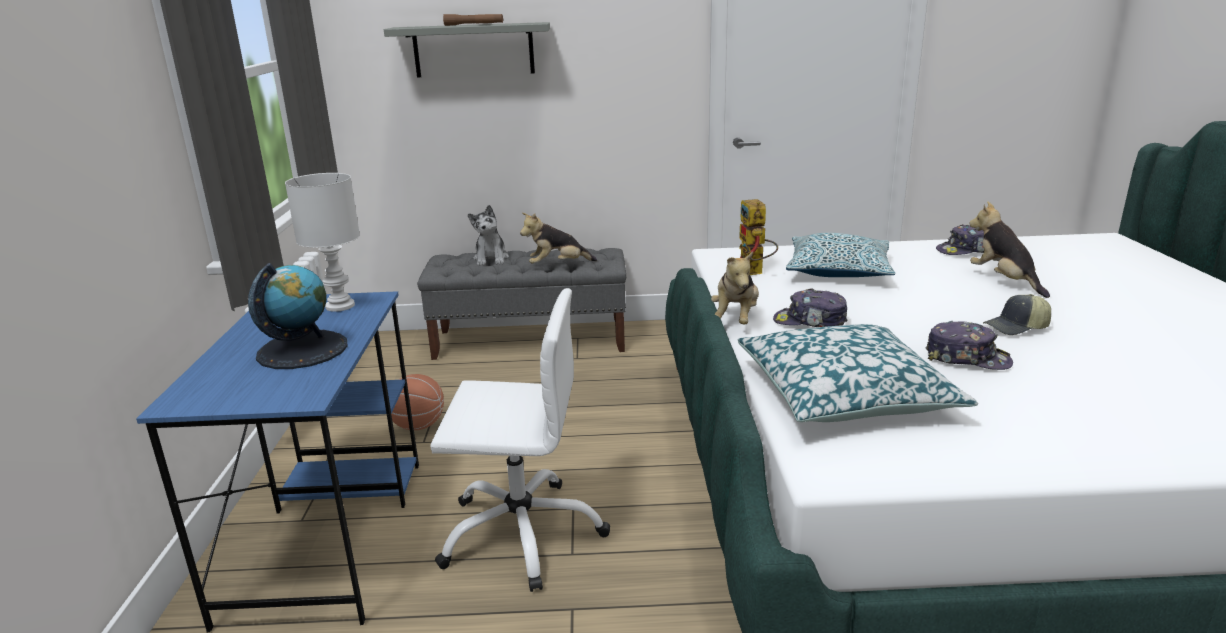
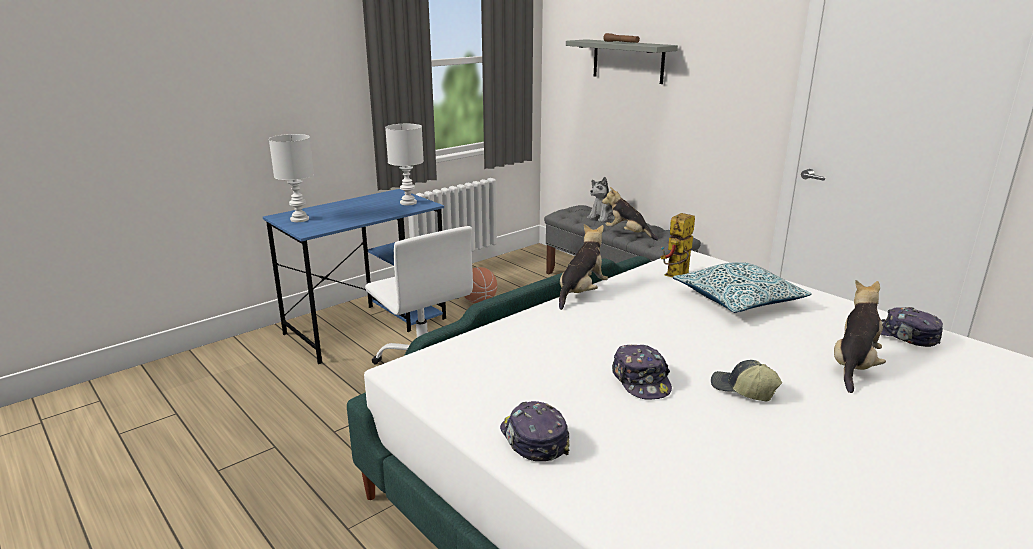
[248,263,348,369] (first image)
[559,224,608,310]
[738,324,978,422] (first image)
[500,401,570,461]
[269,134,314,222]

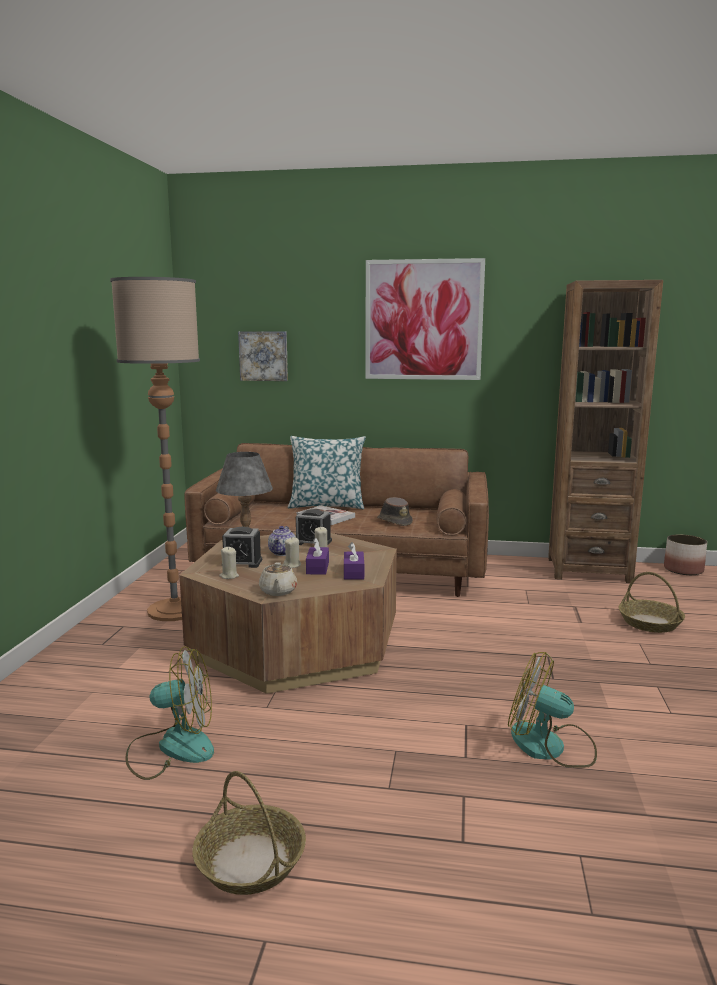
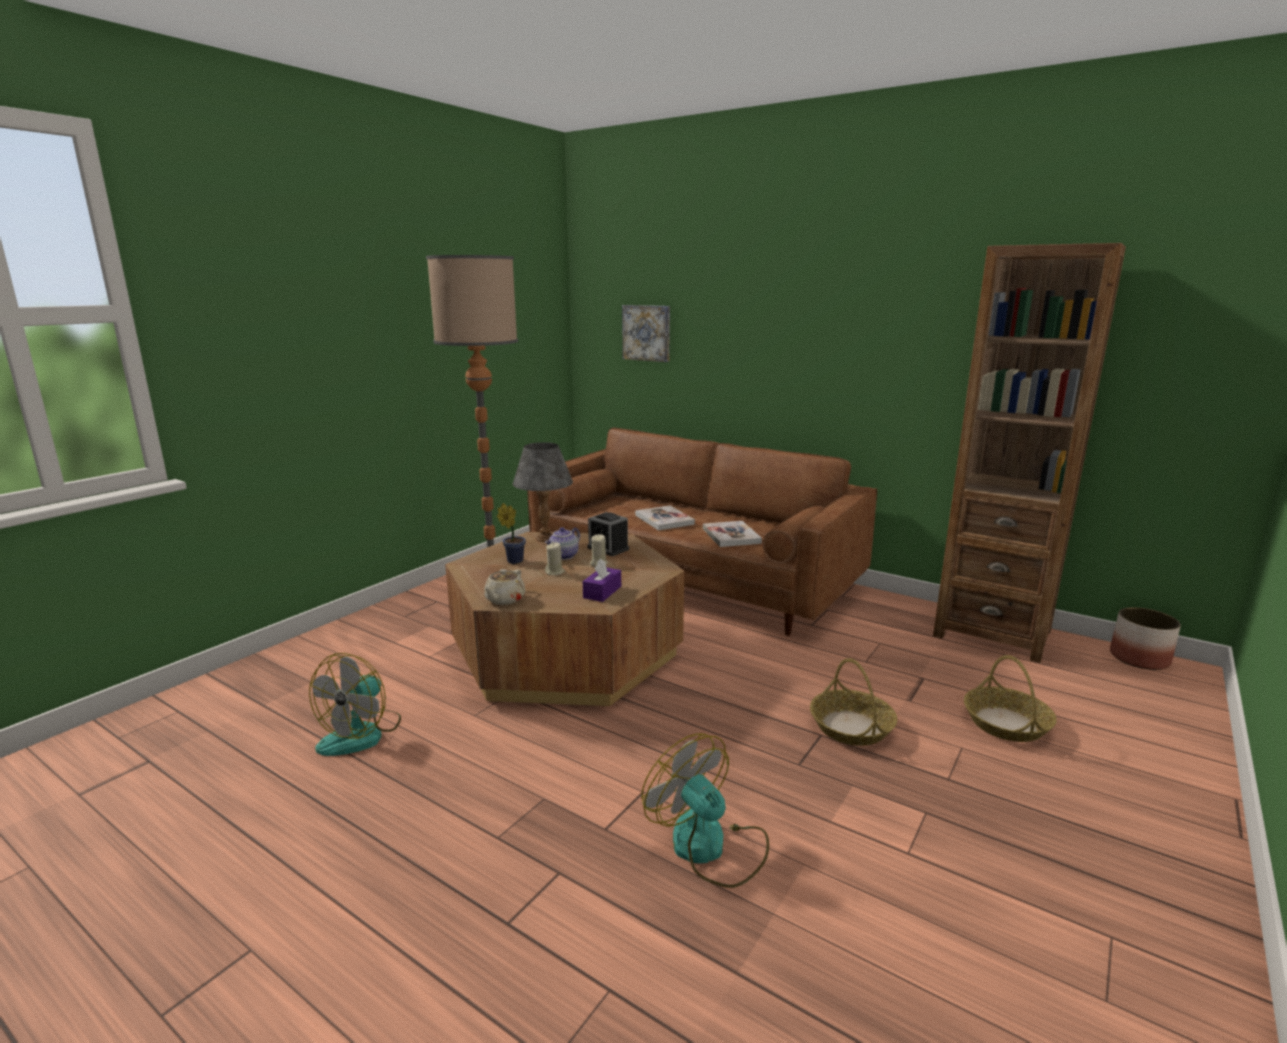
[309,653,401,756]
[810,658,897,746]
[219,547,239,579] (first image)
[497,503,526,564]
[288,436,366,509] (first image)
[306,538,329,575] (first image)
[365,258,485,380] (first image)
[703,521,762,547]

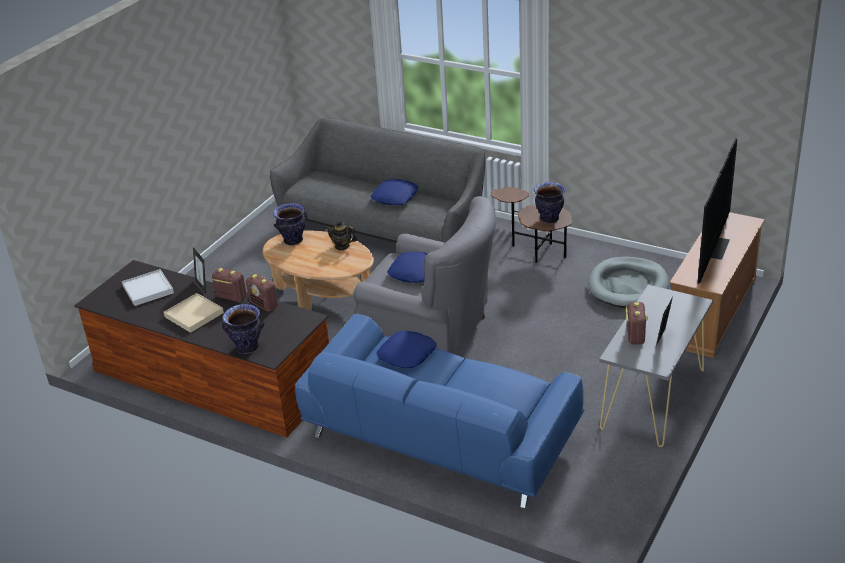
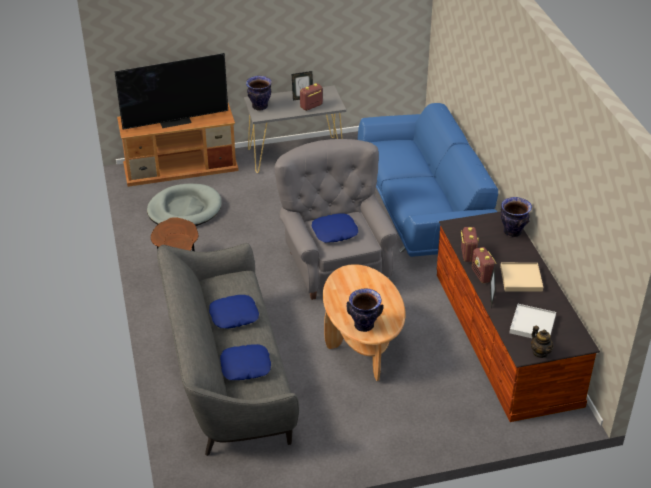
[531,326,554,358]
[220,344,271,380]
[246,76,272,111]

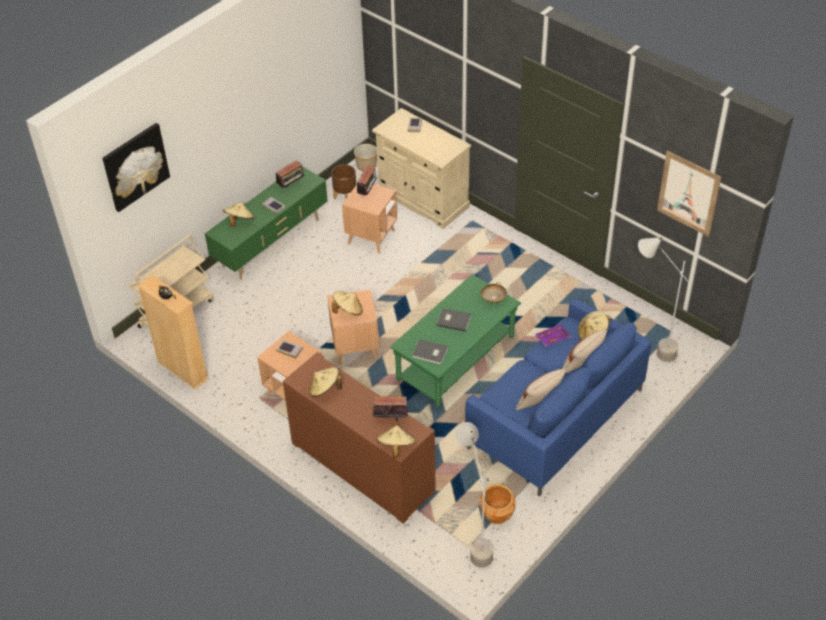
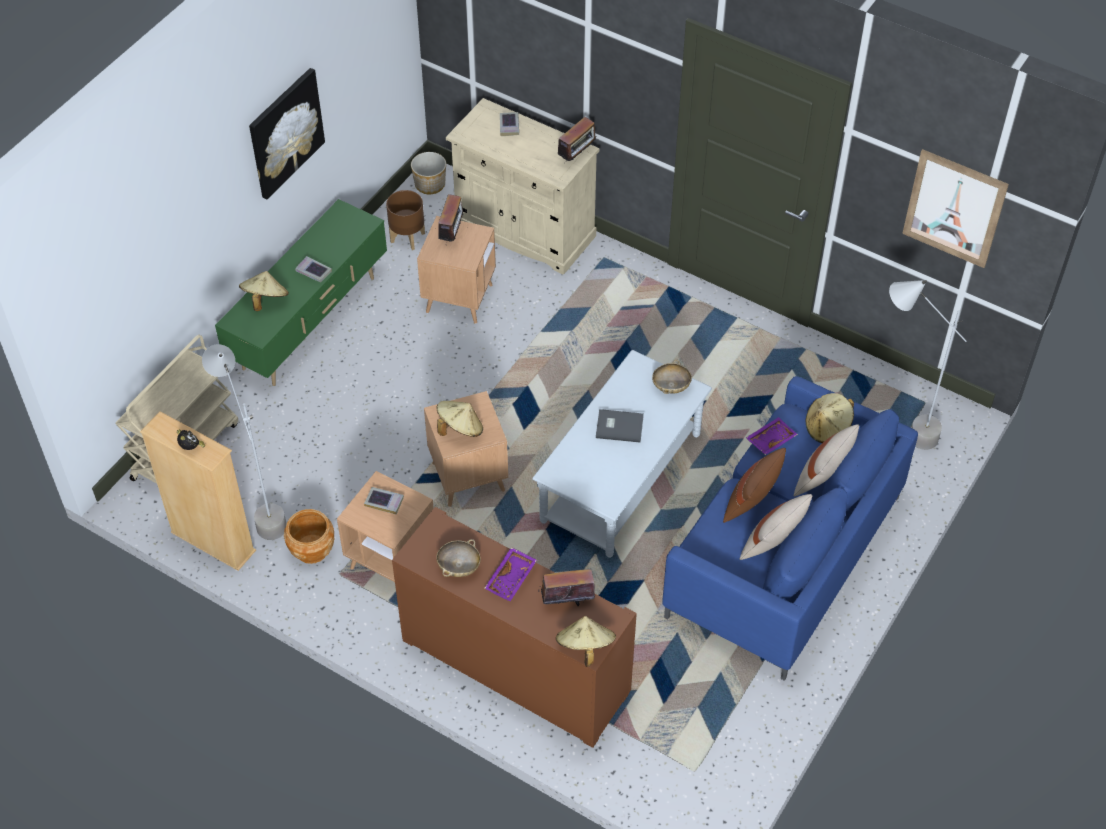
[249,68,325,199]
[558,117,596,163]
[436,539,481,577]
[532,350,712,558]
[412,339,448,365] (first image)
[202,344,287,540]
[284,509,334,564]
[484,547,537,601]
[723,448,786,523]

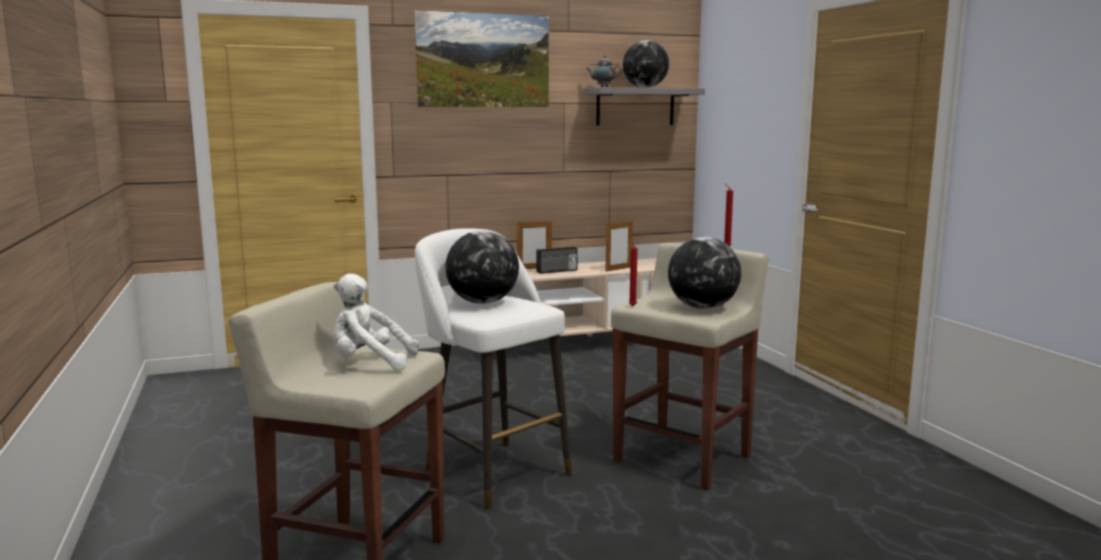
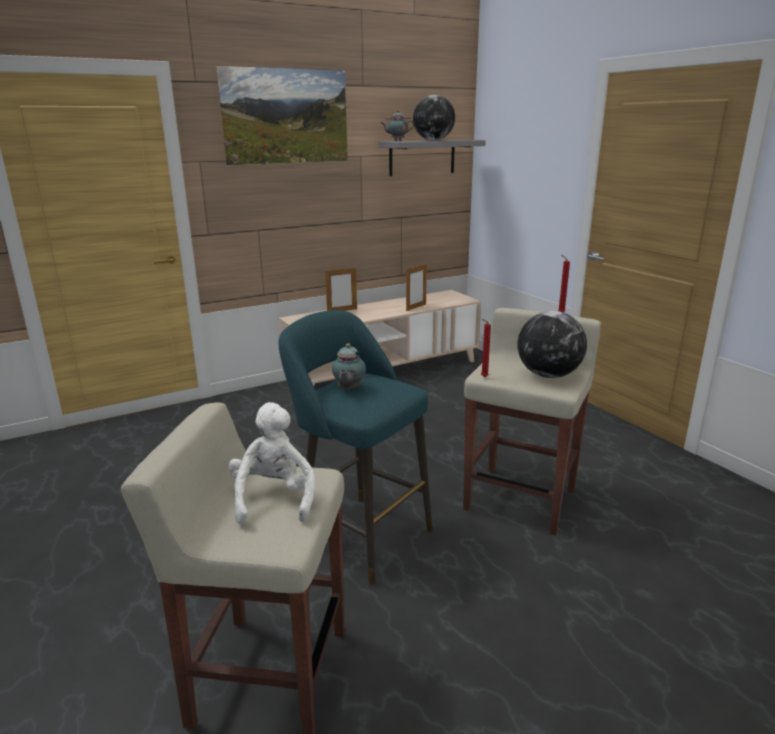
[228,402,315,524]
[278,310,433,585]
[332,343,366,390]
[536,247,578,274] (first image)

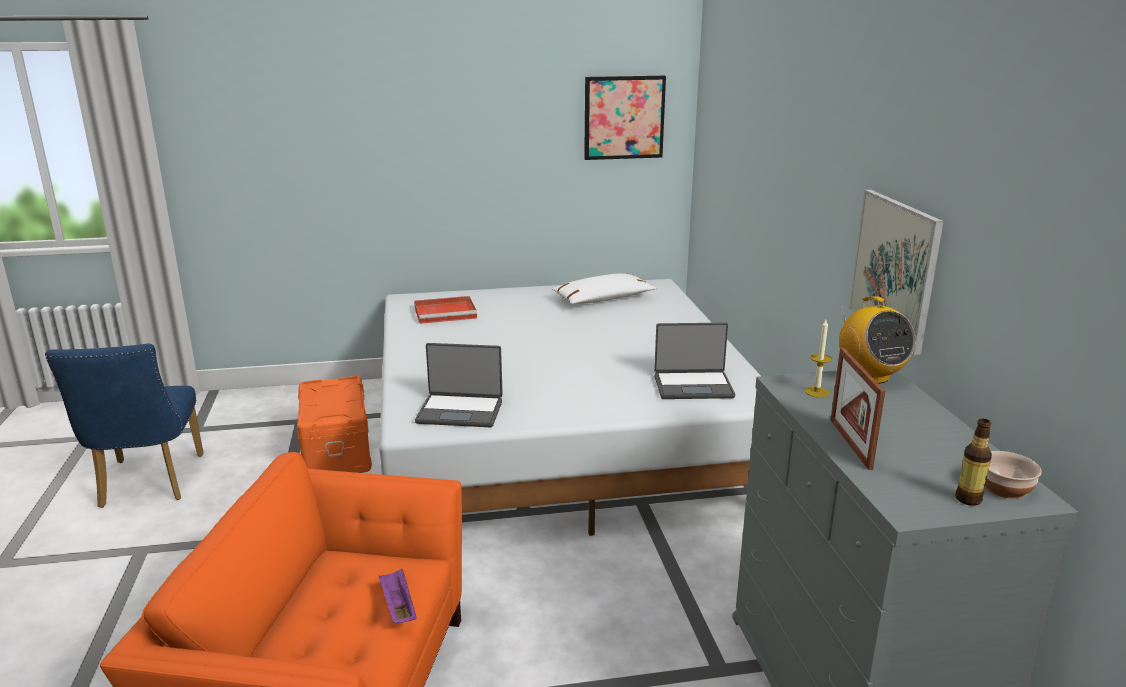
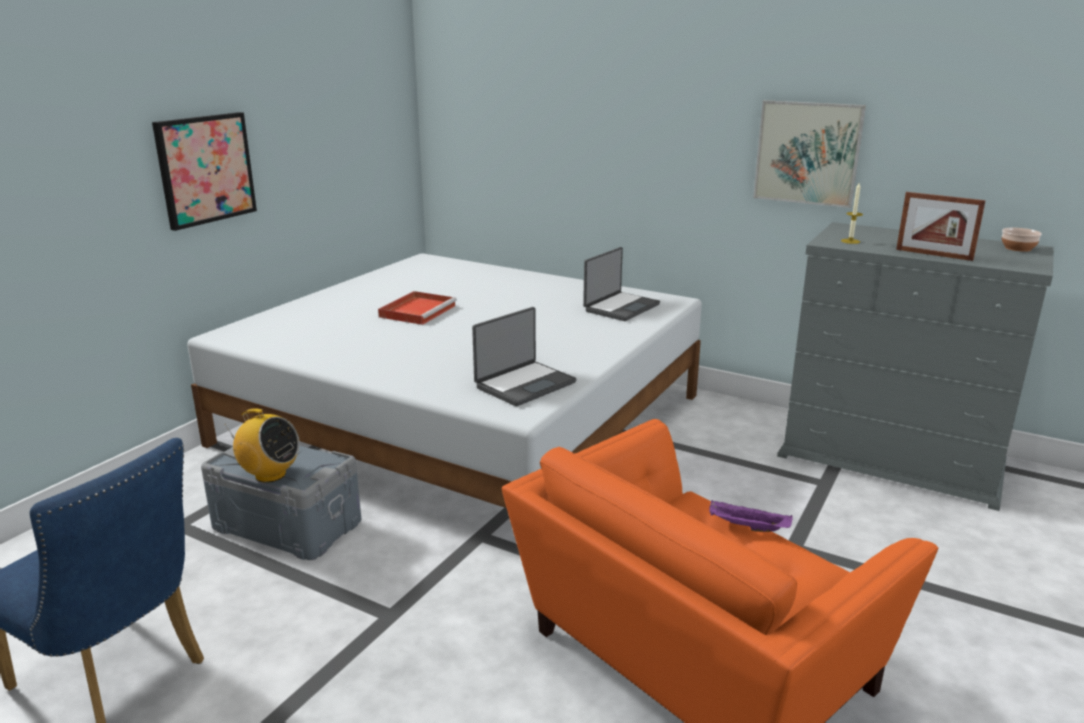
[201,446,361,560]
[378,291,457,325]
[551,273,657,304] (first image)
[152,112,257,231]
[224,408,300,483]
[955,419,992,506] (first image)

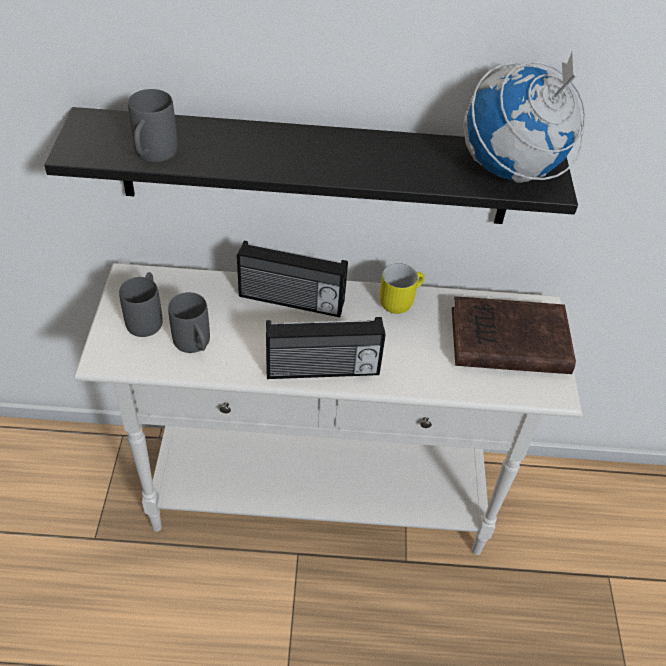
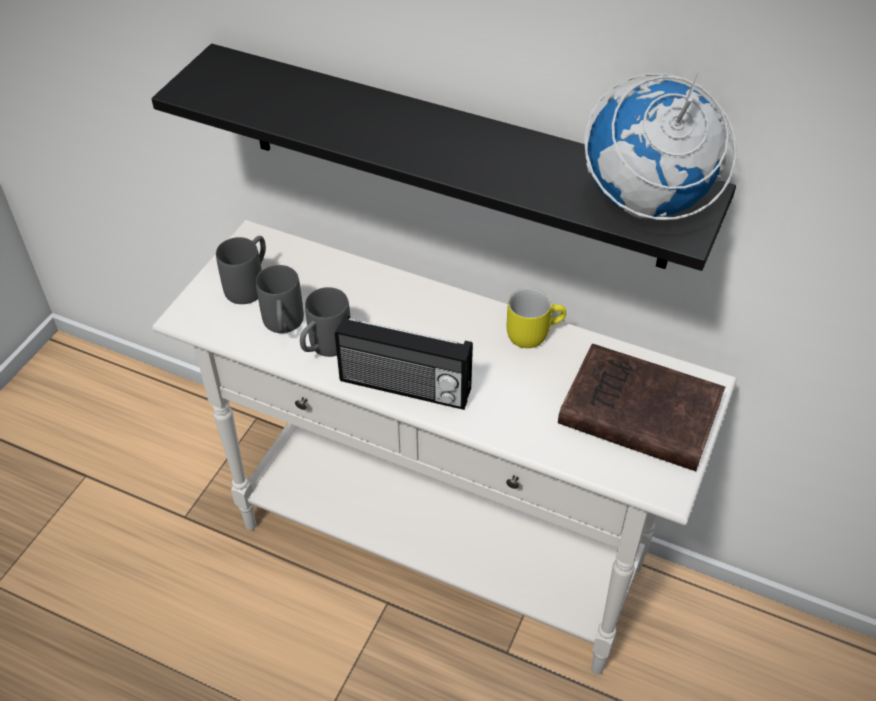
[300,287,351,357]
[237,241,348,317] (first image)

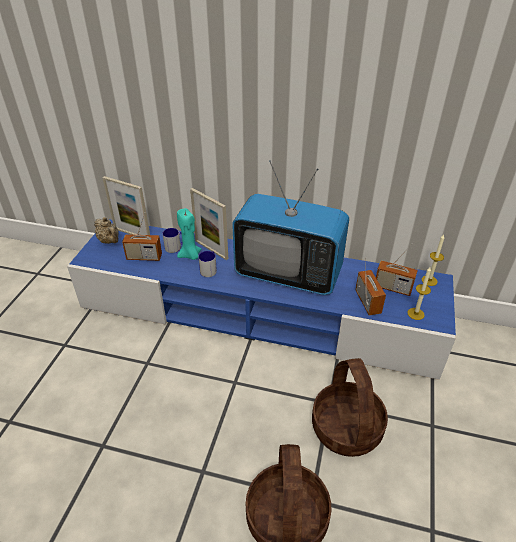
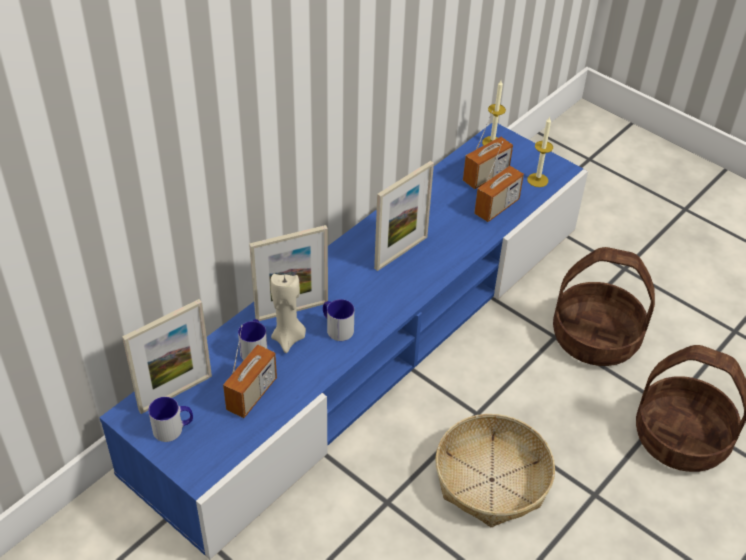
[148,397,193,442]
[270,274,306,353]
[374,161,434,271]
[474,141,524,222]
[435,414,555,527]

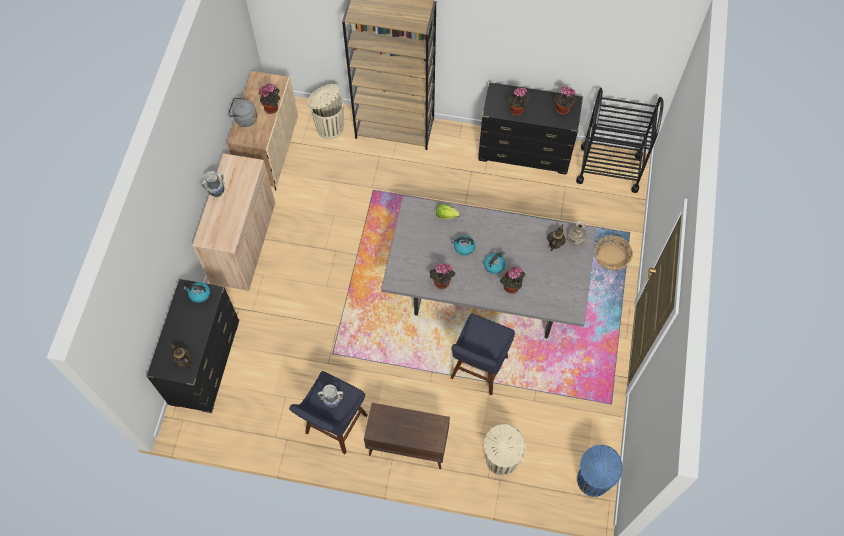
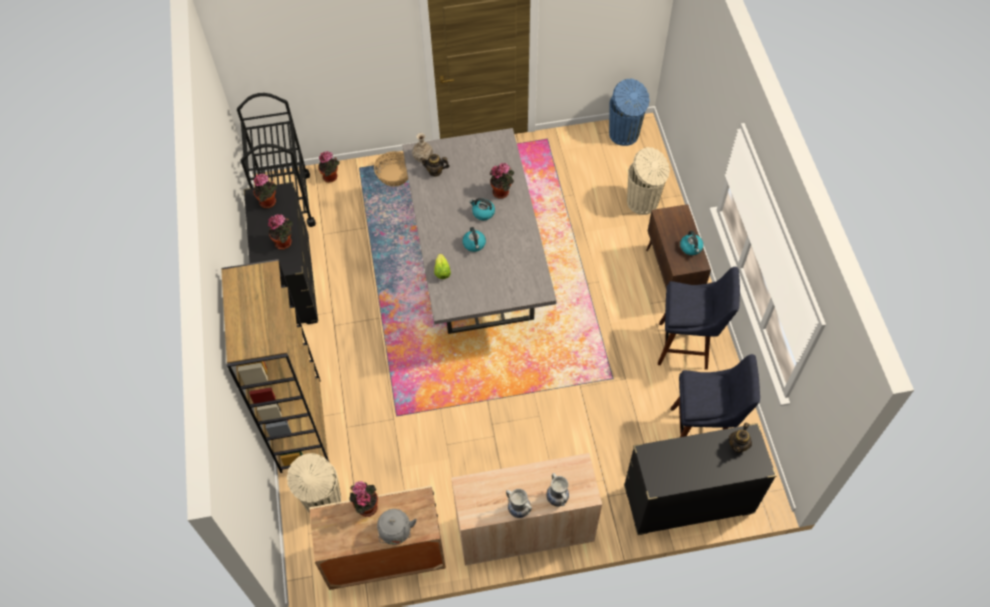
[680,231,703,255]
[546,473,569,507]
[319,151,340,182]
[671,354,760,437]

